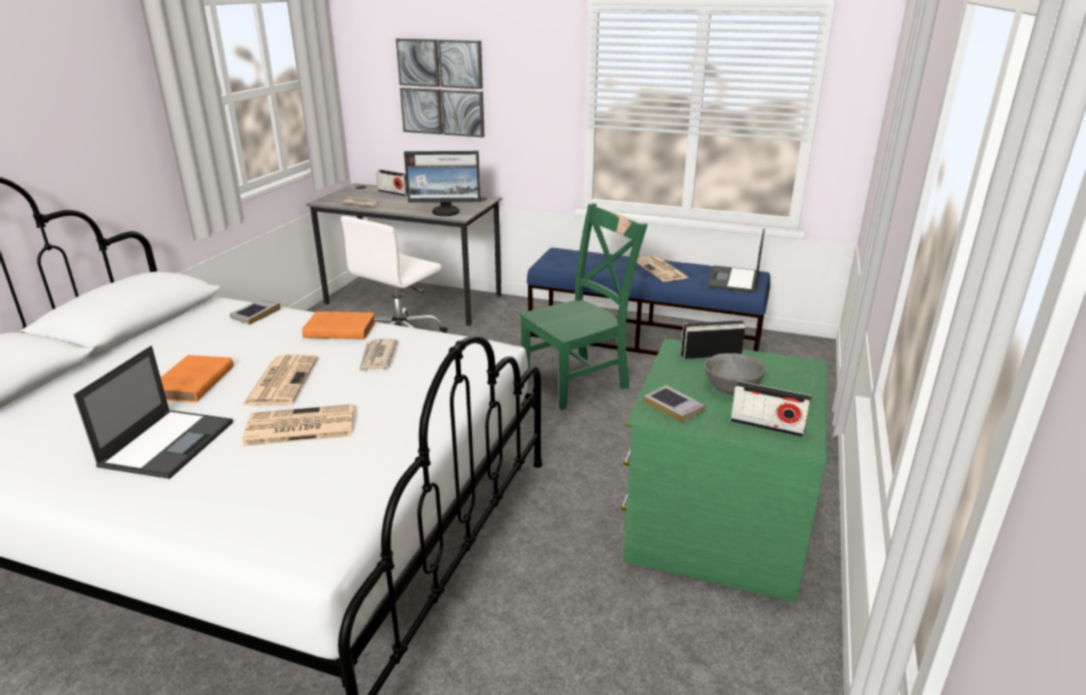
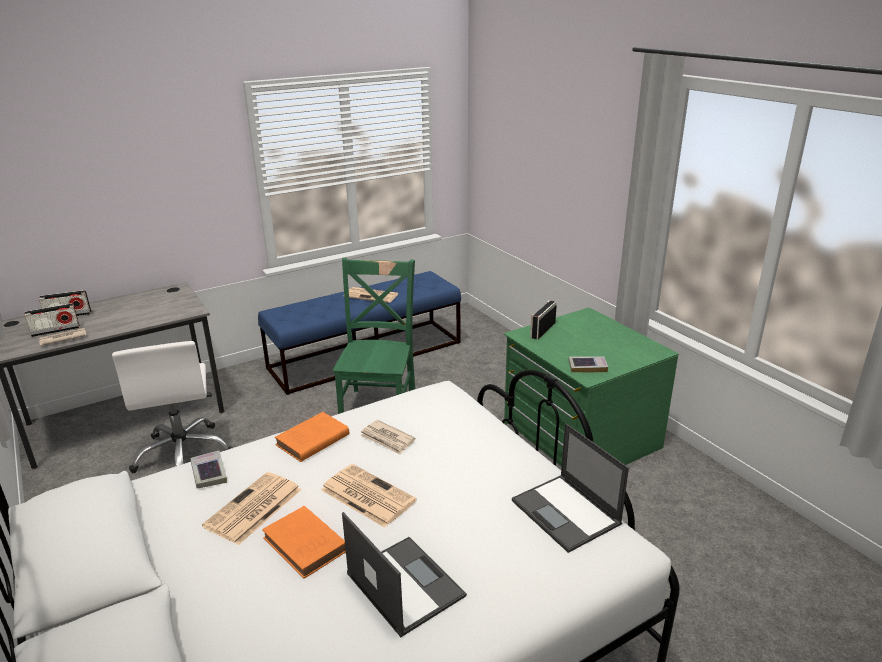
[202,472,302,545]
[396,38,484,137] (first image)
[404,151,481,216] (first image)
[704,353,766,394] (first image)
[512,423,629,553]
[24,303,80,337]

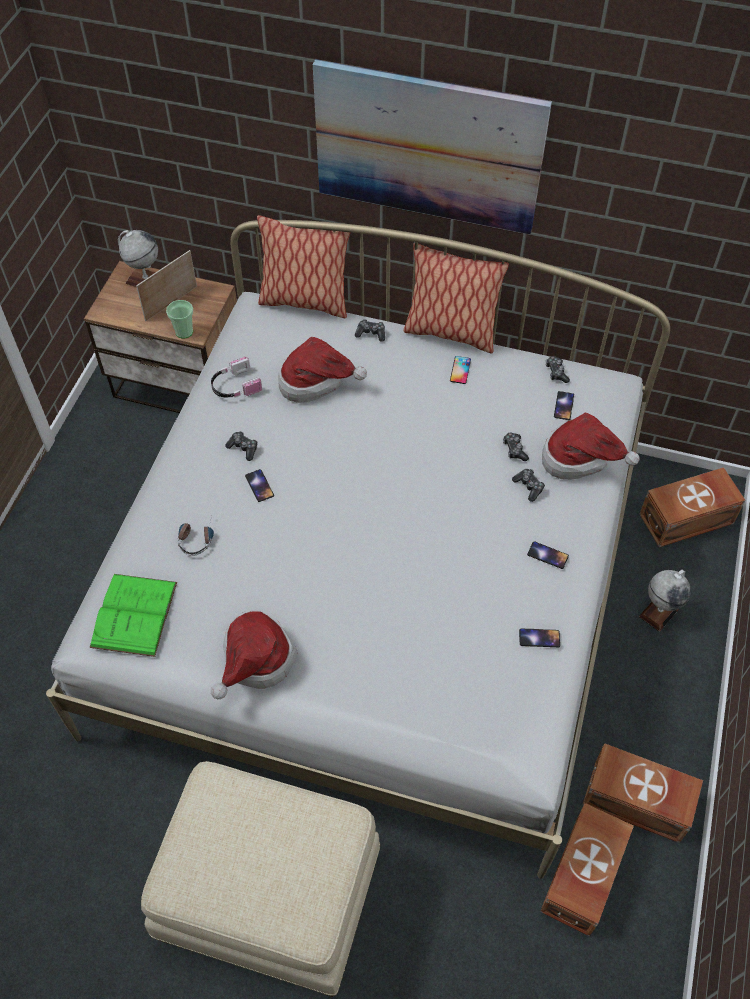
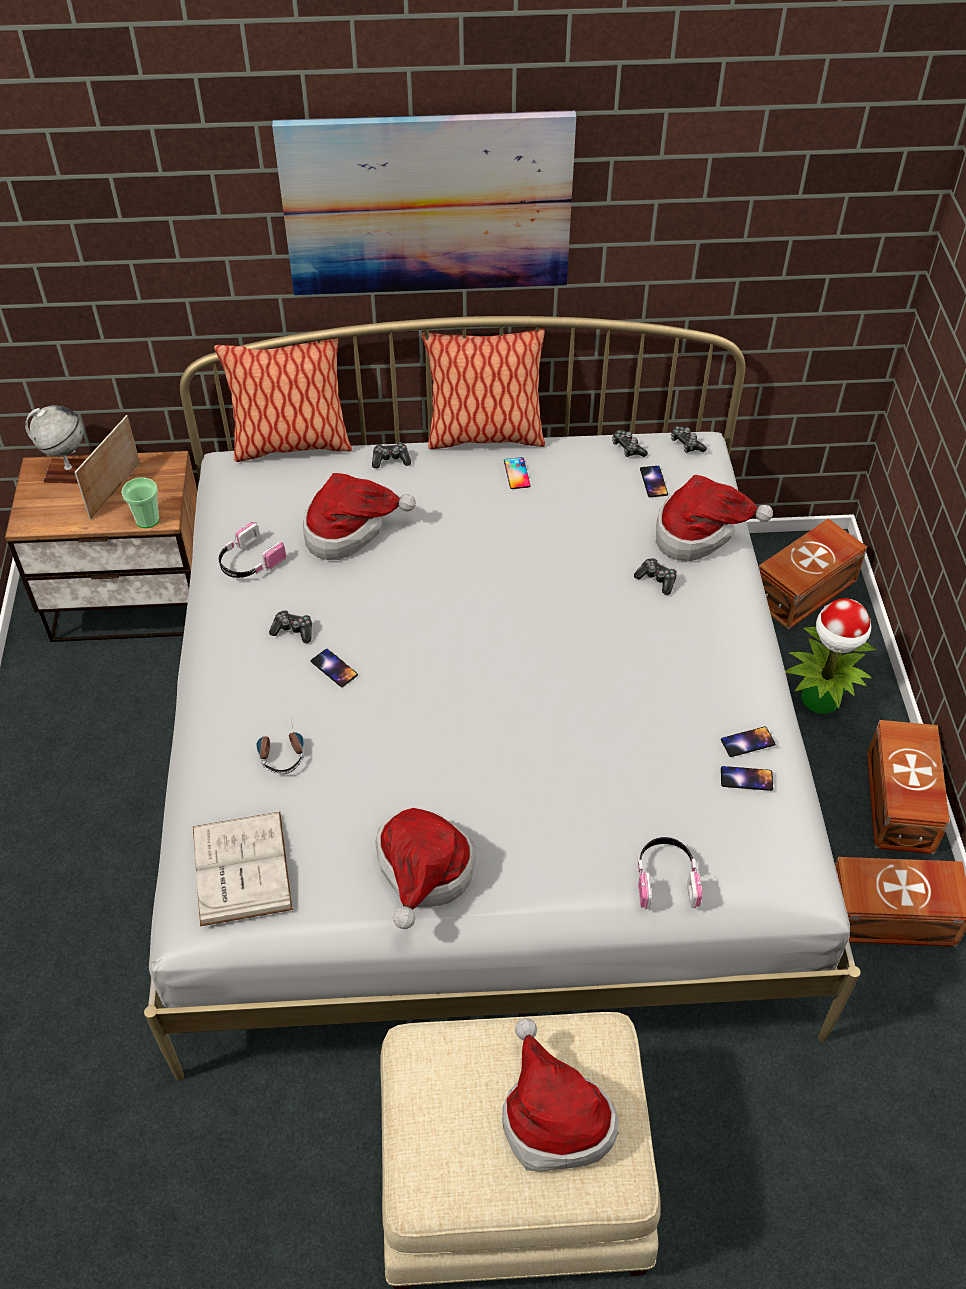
[193,812,293,926]
[671,426,707,453]
[721,766,773,791]
[867,720,950,854]
[785,598,876,714]
[502,1018,619,1171]
[637,837,702,910]

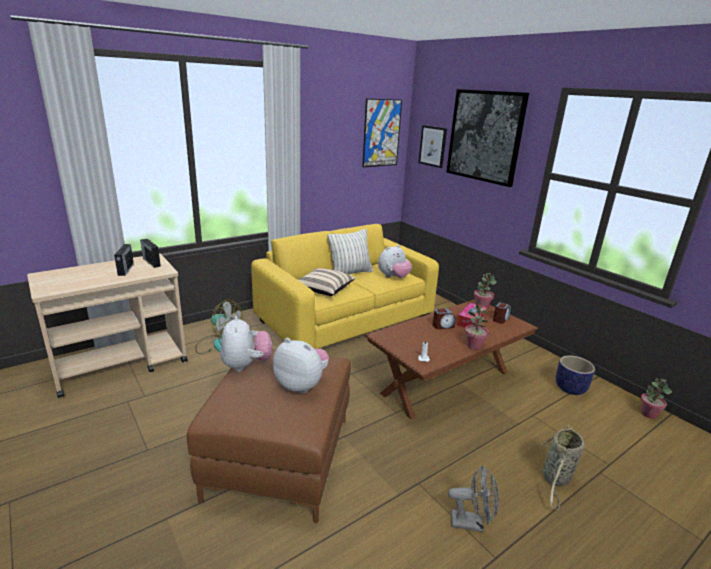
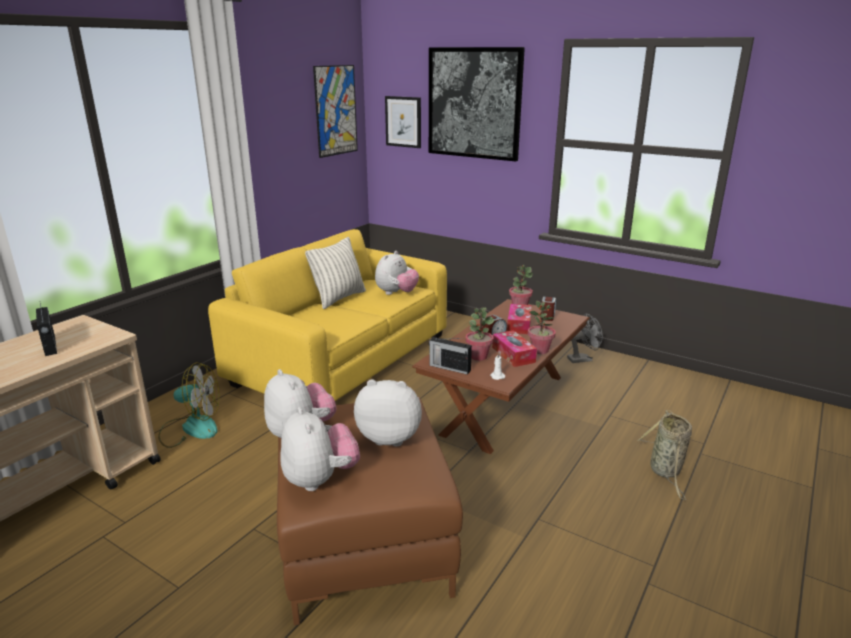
[429,337,472,374]
[298,268,355,296] (first image)
[567,314,603,363]
[556,355,595,395] (first image)
[466,307,494,361]
[281,407,360,491]
[492,330,537,367]

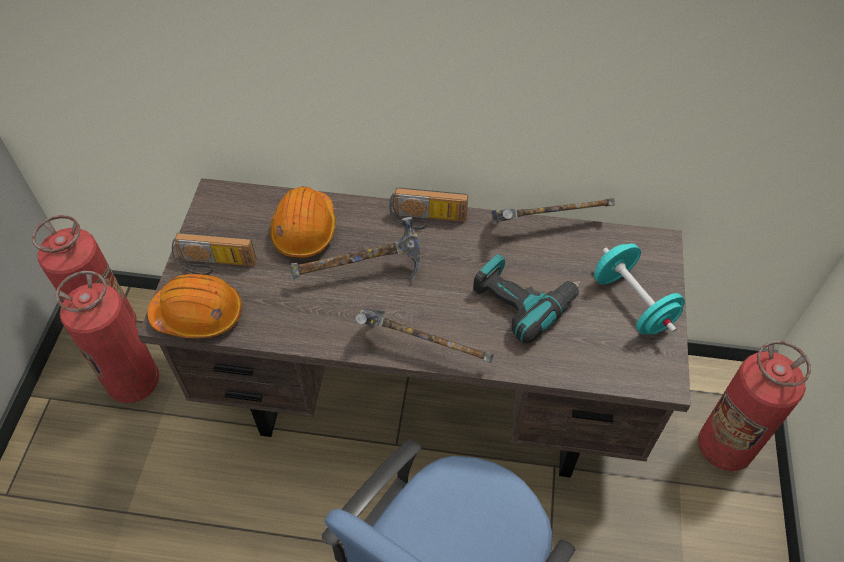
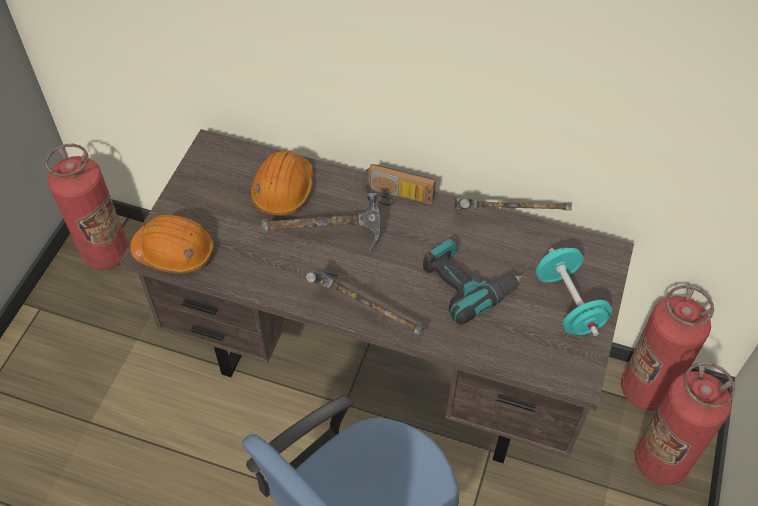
[621,285,714,411]
[172,232,256,275] (first image)

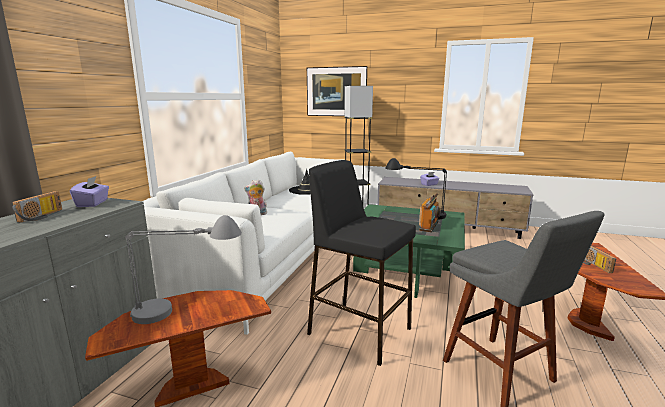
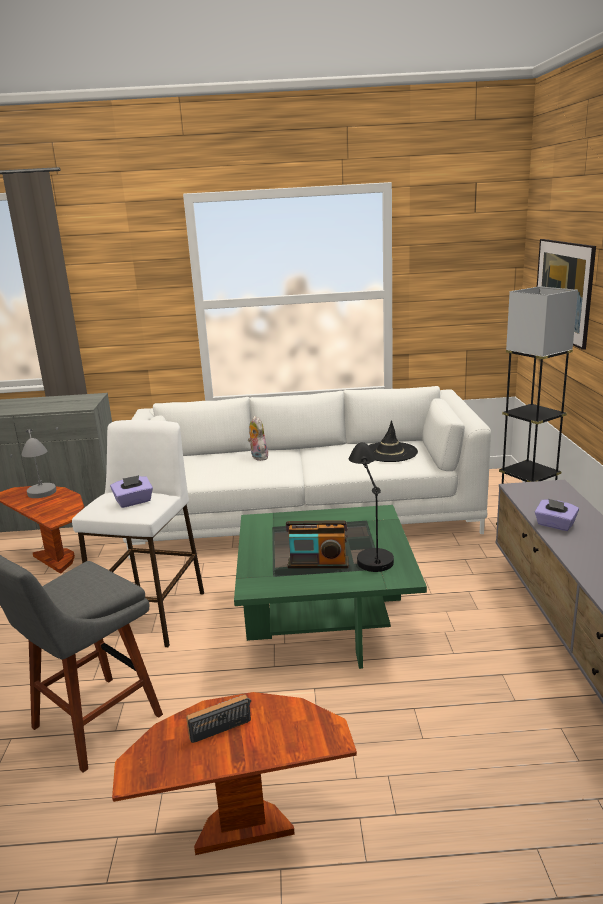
[12,191,62,223] (first image)
[110,475,153,508]
[72,420,204,647]

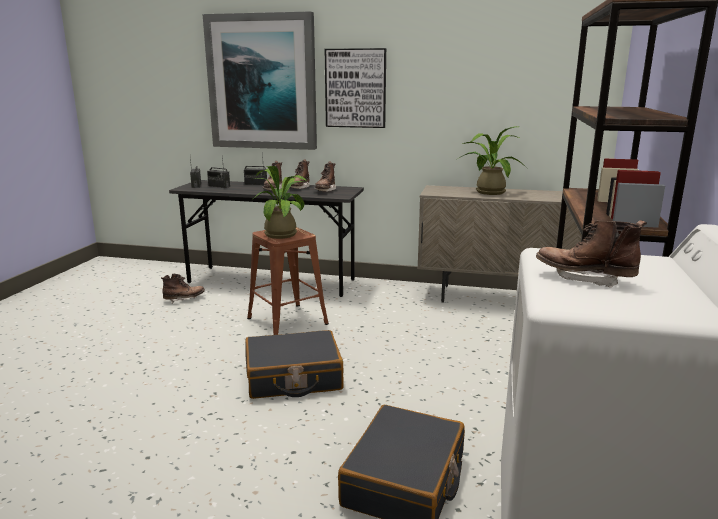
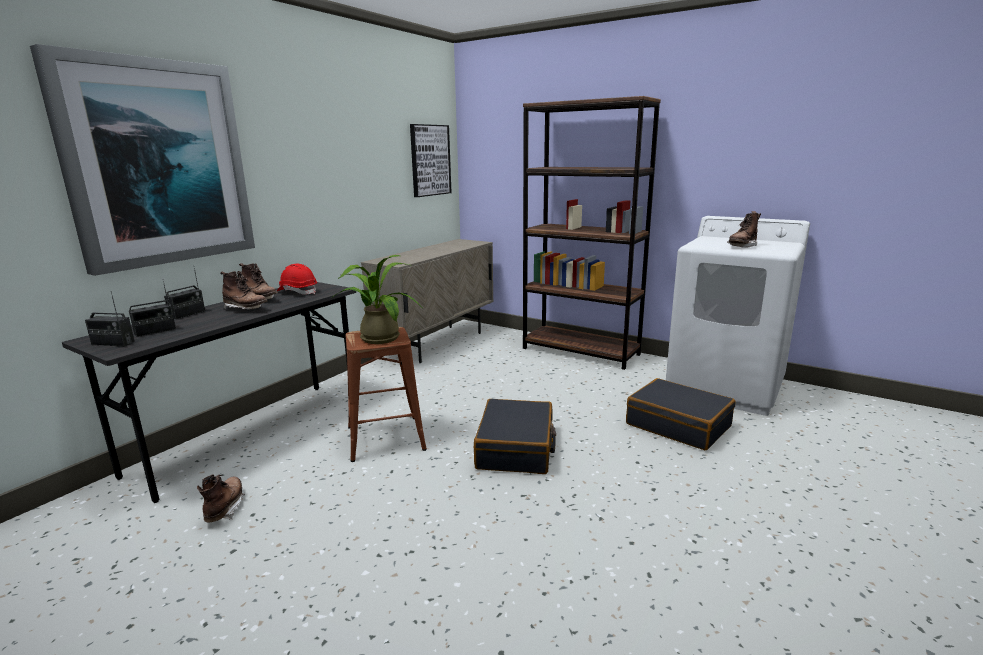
[277,263,317,295]
[410,124,452,197]
[456,127,529,195] (first image)

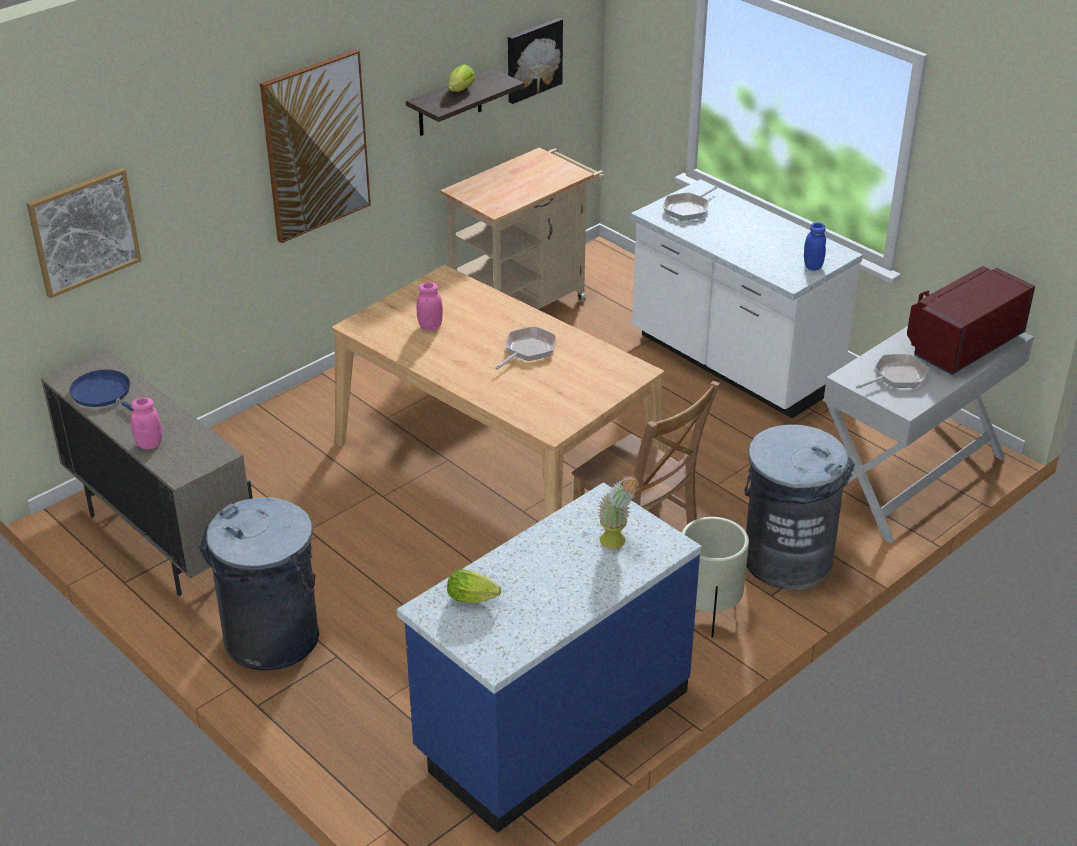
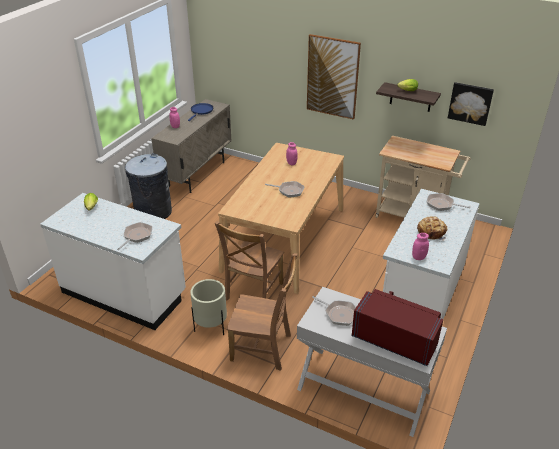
[26,168,142,299] (first image)
[40,193,186,330]
[117,222,152,250]
[227,253,297,371]
[412,233,429,260]
[417,216,448,241]

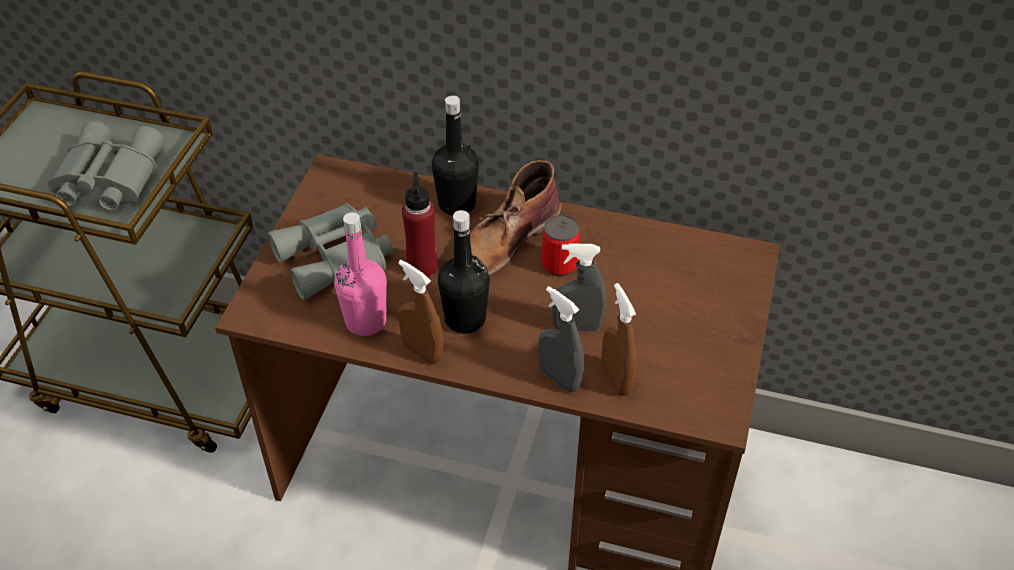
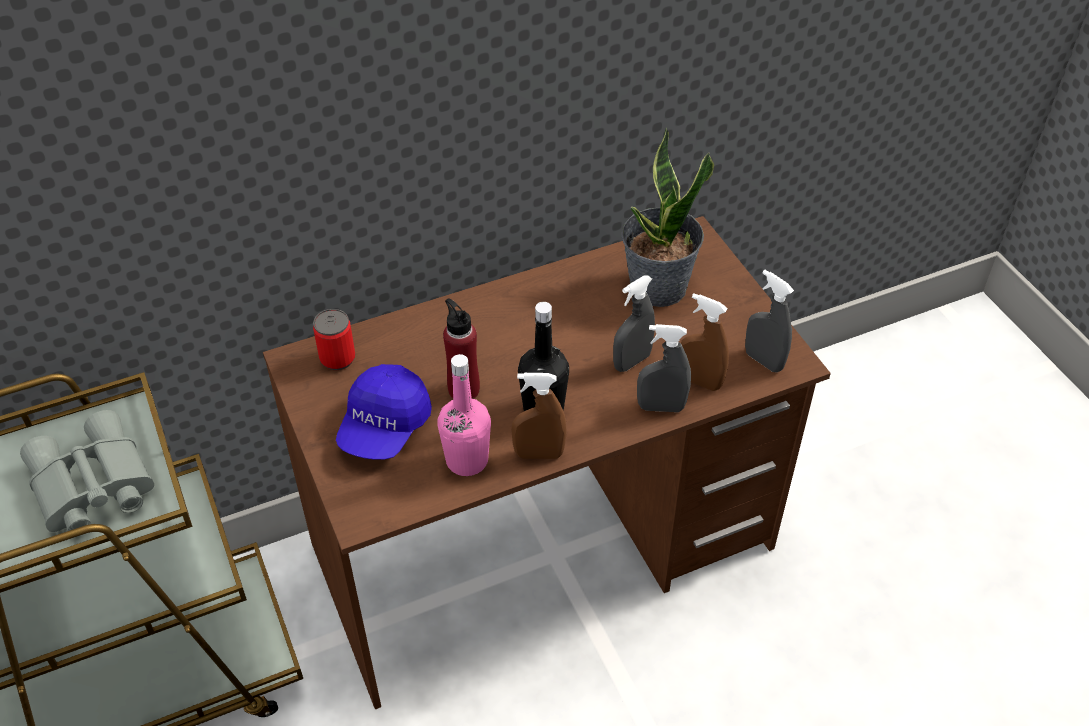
[336,364,432,460]
[432,95,479,216] (first image)
[452,160,562,277] (first image)
[313,309,355,370]
[622,128,715,307]
[745,270,794,372]

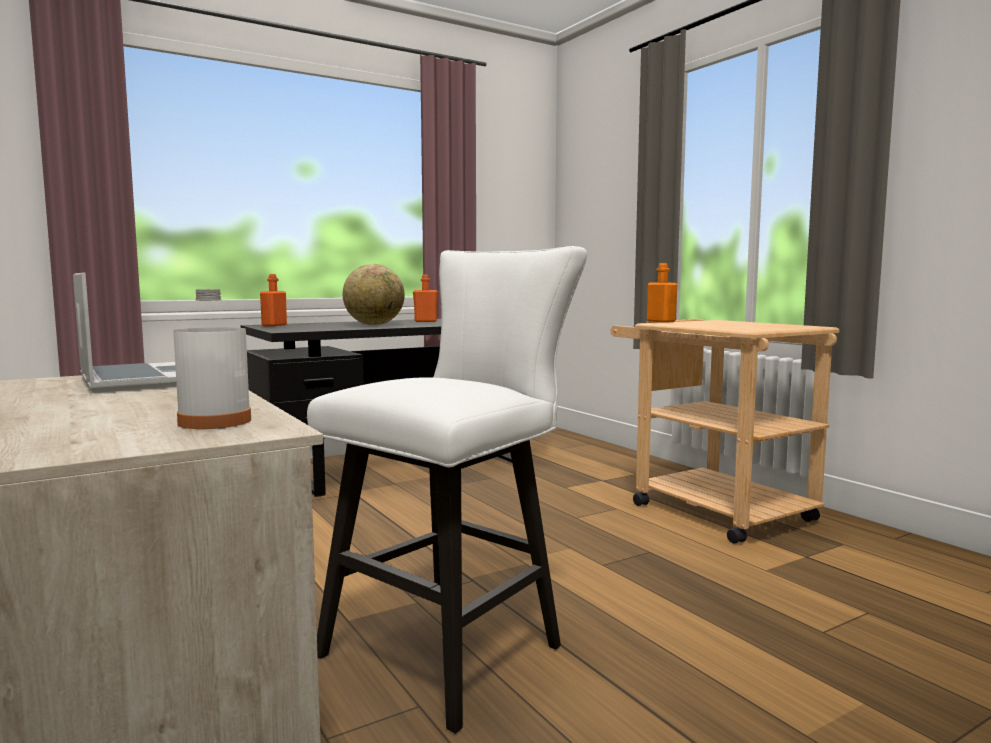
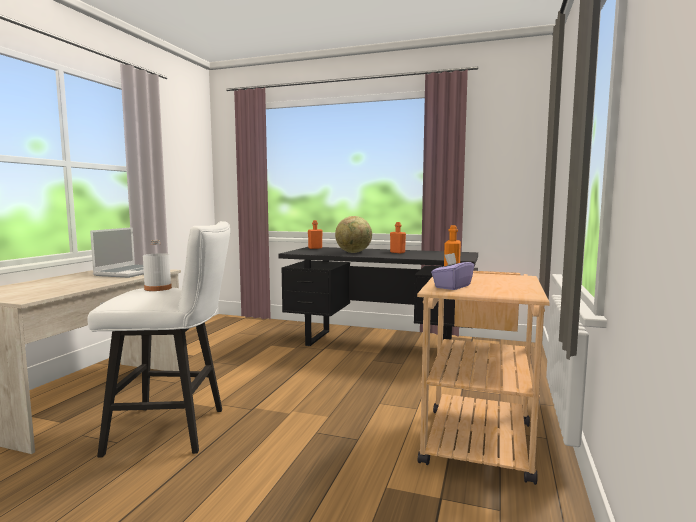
[143,240,172,291]
[431,253,474,290]

